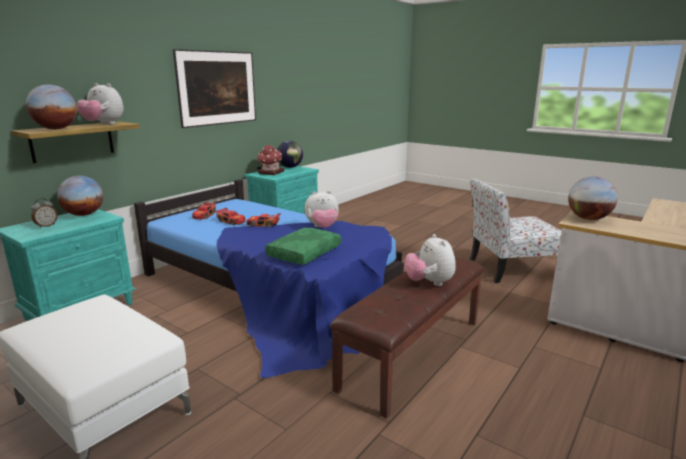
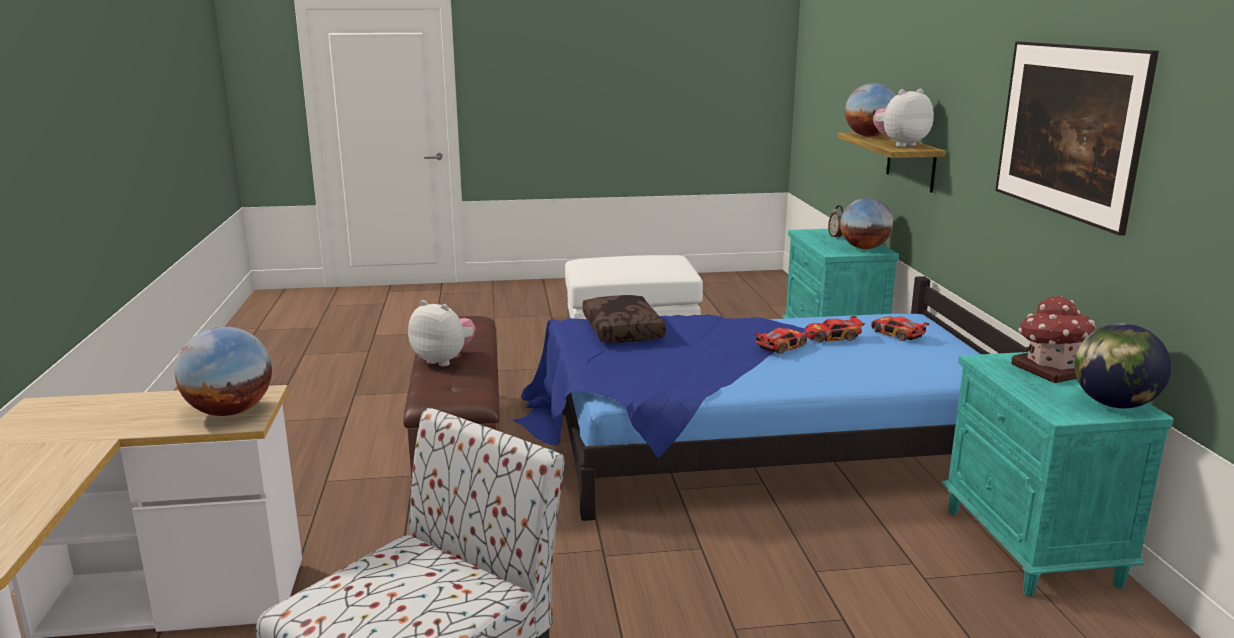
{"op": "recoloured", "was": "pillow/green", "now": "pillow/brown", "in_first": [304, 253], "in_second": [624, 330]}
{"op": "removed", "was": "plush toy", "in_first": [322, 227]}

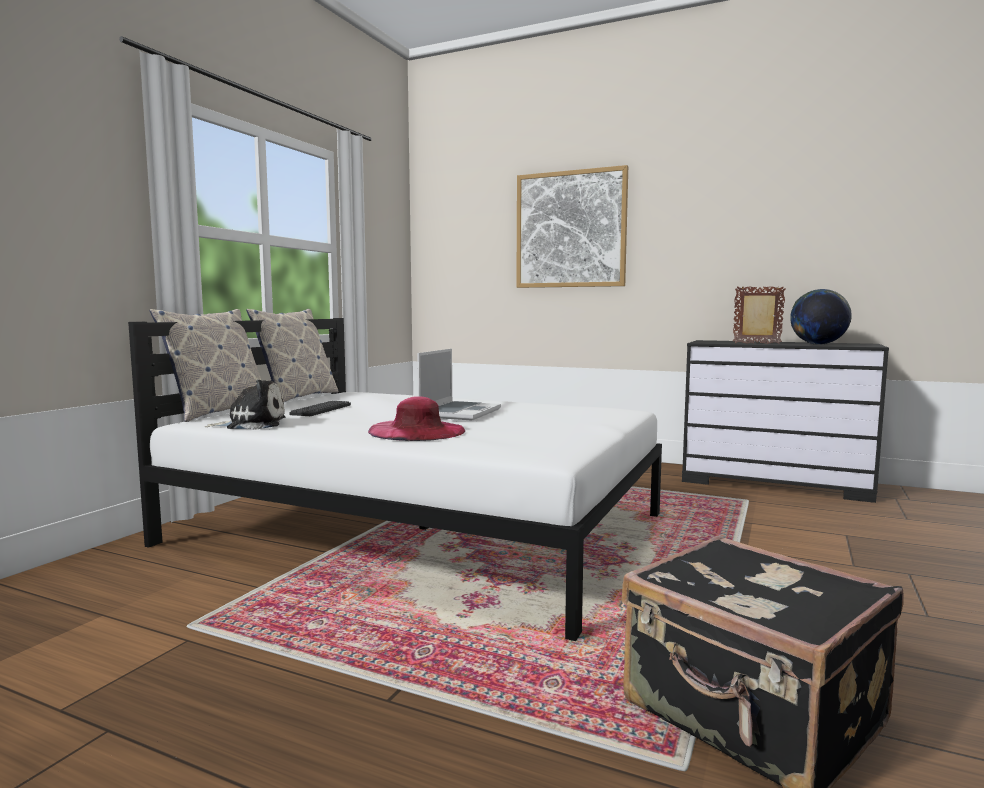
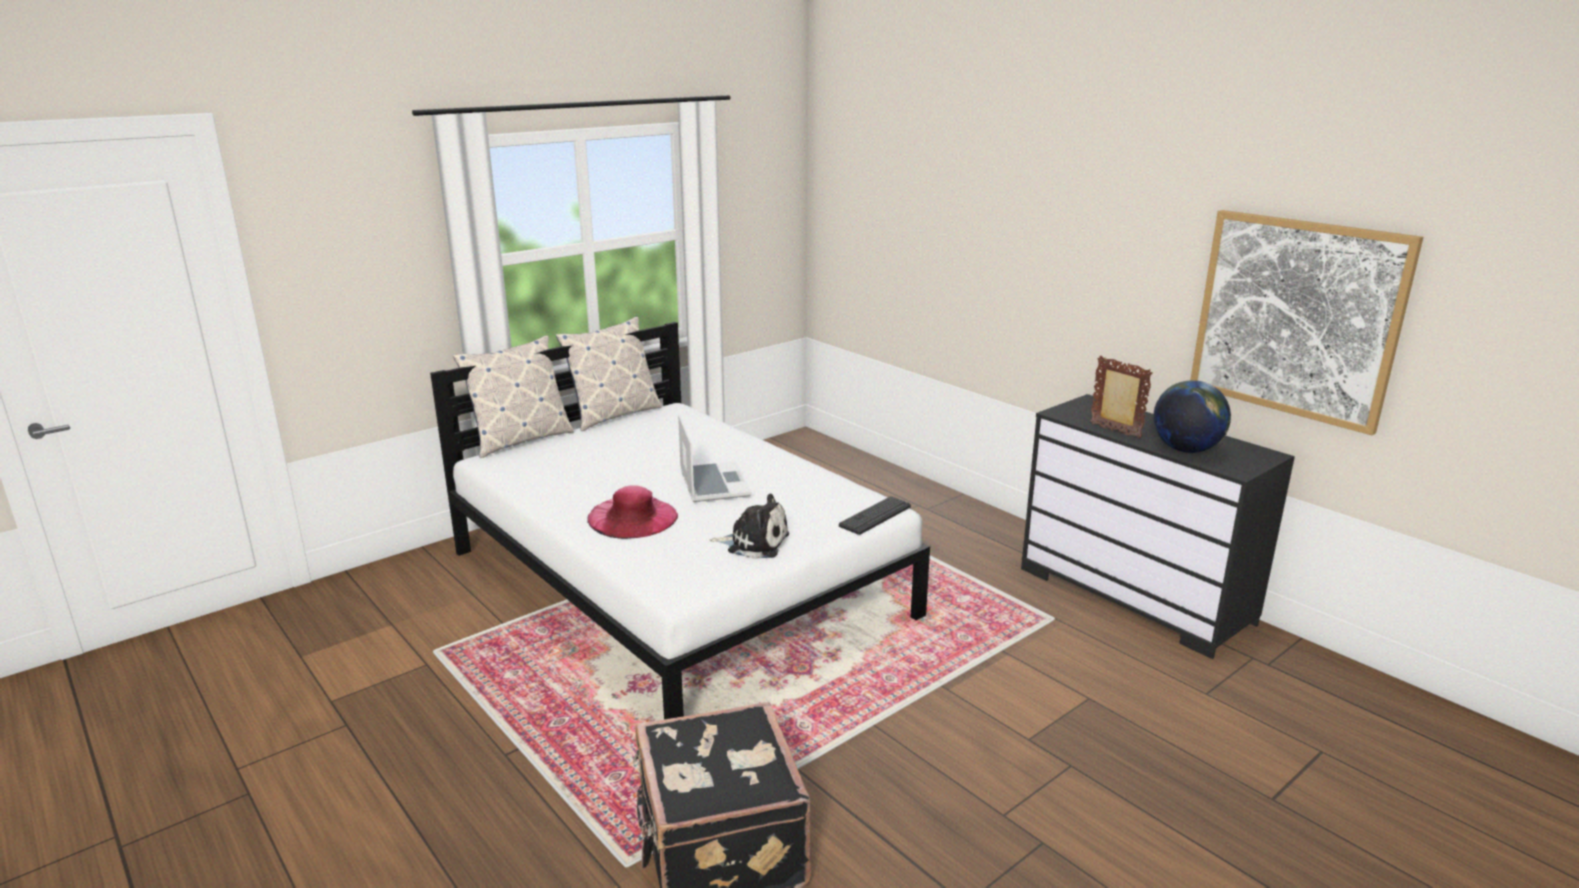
{"op": "moved", "was": "plush toy", "in_first": [252, 424], "in_second": [754, 543]}
{"op": "moved", "was": "keyboard", "in_first": [321, 410], "in_second": [875, 516]}
{"op": "turned", "was": "laptop", "in_first": [459, 413], "in_second": [713, 483], "clockwise": -60}
{"op": "moved", "was": "picture", "in_first": [570, 229], "in_second": [1296, 318]}

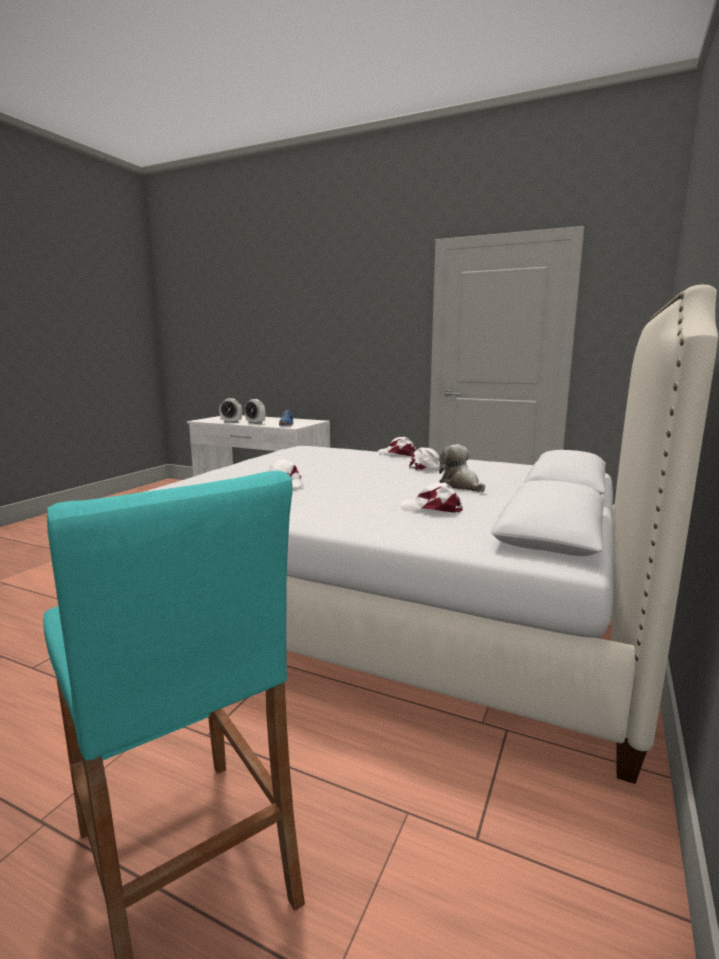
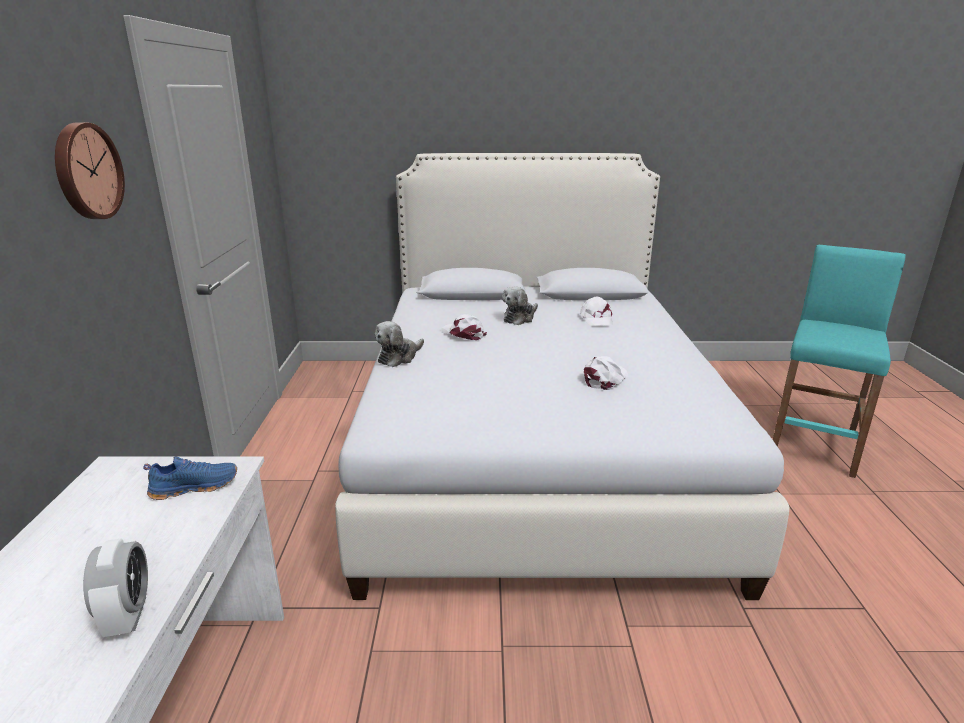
{"op": "removed", "was": "alarm clock", "in_first": [255, 423]}
{"op": "replaced", "was": "cap/white", "now": "plush toy", "in_first": [397, 454], "in_second": [399, 357]}
{"op": "added", "now": "wall clock", "in_second": [86, 171]}

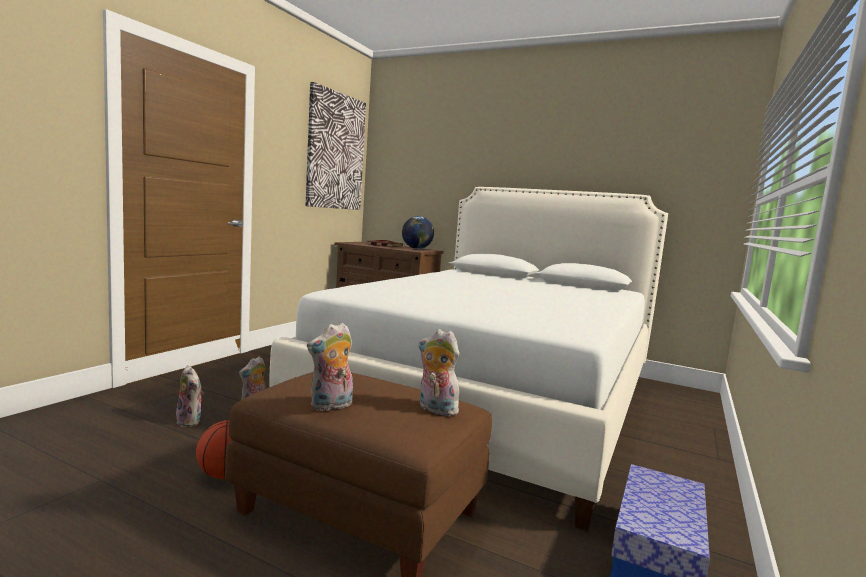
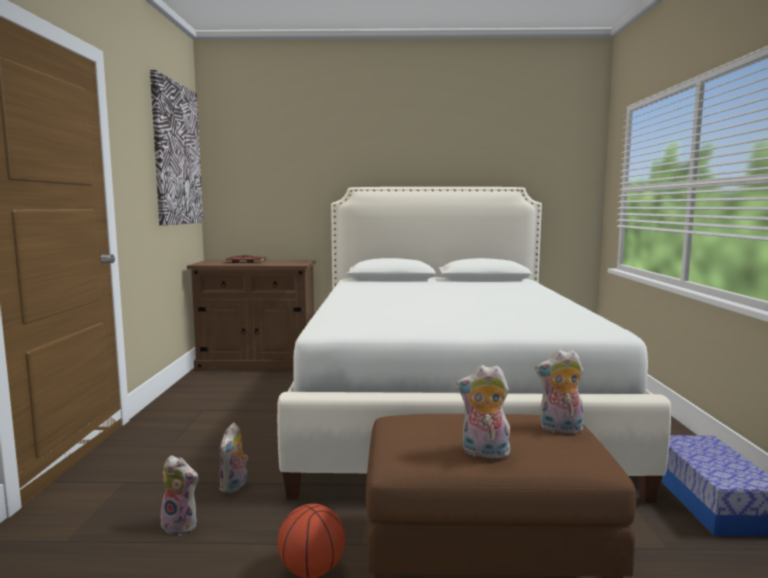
{"op": "turned", "was": "plush toy", "in_first": [331, 406], "in_second": [484, 453], "clockwise": 75}
{"op": "removed", "was": "globe", "in_first": [416, 248]}

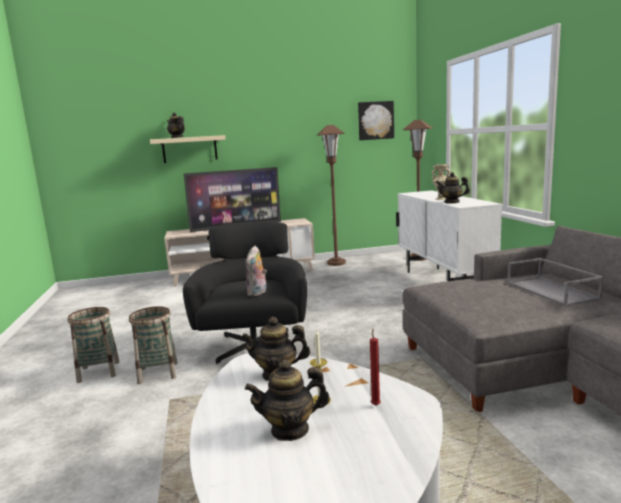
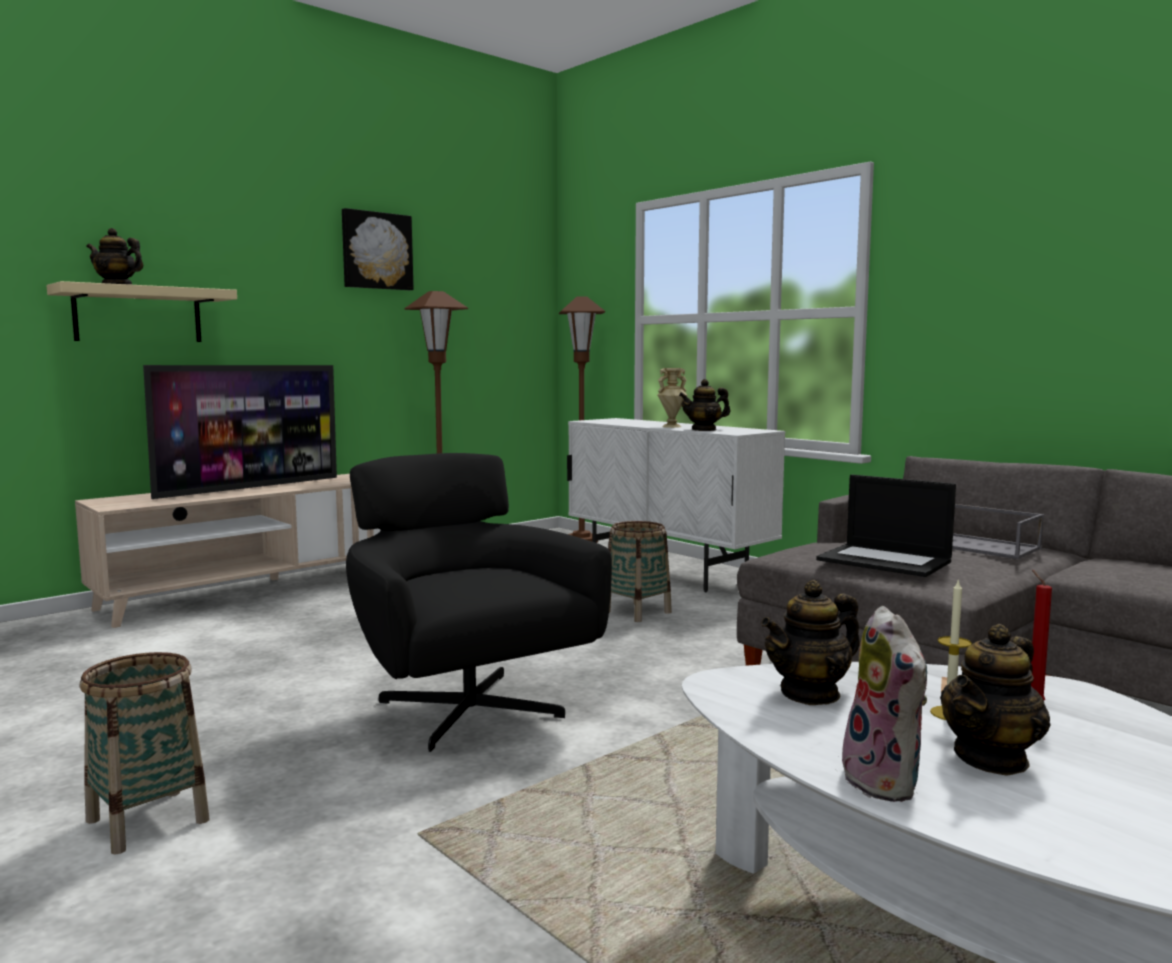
{"op": "moved", "was": "basket", "in_first": [158, 373], "in_second": [637, 612]}
{"op": "moved", "was": "plush toy", "in_first": [258, 293], "in_second": [887, 782]}
{"op": "moved", "was": "picture", "in_first": [375, 120], "in_second": [376, 251]}
{"op": "added", "now": "laptop", "in_second": [886, 561]}

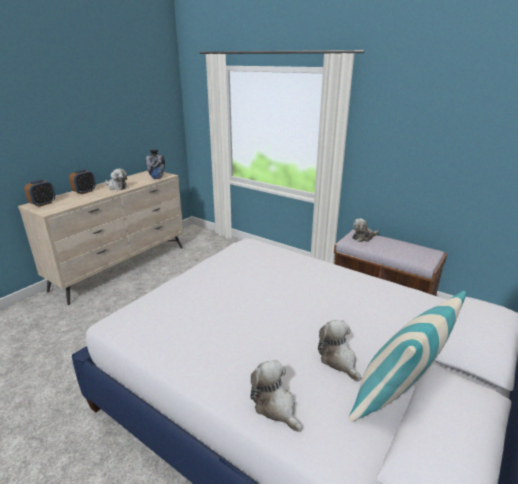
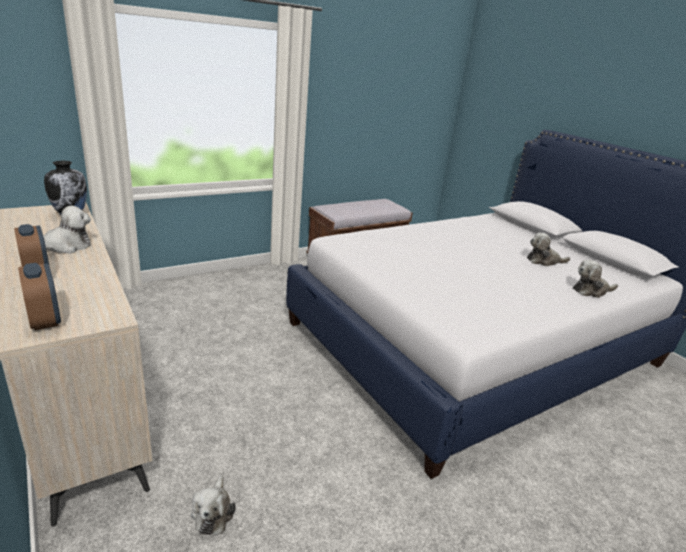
{"op": "removed", "was": "pillow", "in_first": [396, 396]}
{"op": "moved", "was": "plush toy", "in_first": [363, 237], "in_second": [213, 512]}

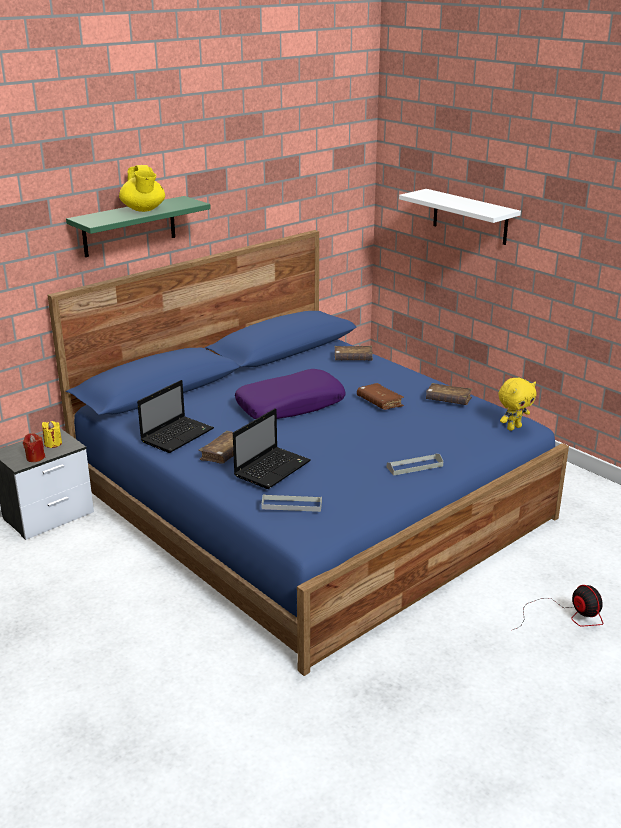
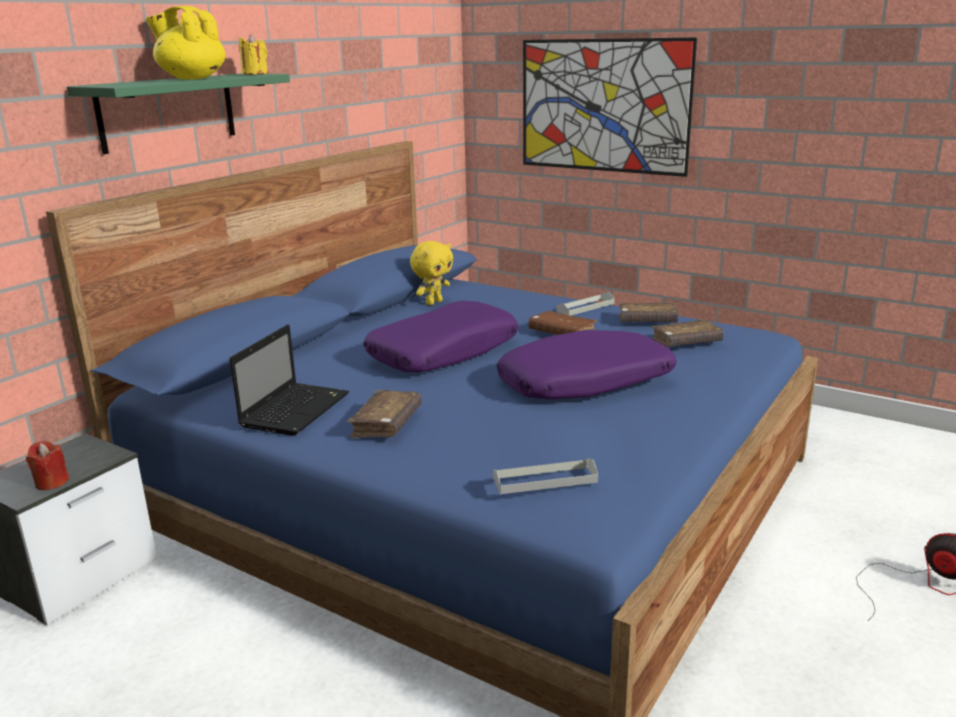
{"op": "moved", "was": "candle/yellow", "in_first": [53, 443], "in_second": [255, 74]}
{"op": "turned", "was": "teapot/yellow", "in_first": [143, 210], "in_second": [191, 78], "clockwise": 150}
{"op": "removed", "was": "laptop", "in_first": [273, 468]}
{"op": "moved", "was": "book/brown", "in_first": [353, 359], "in_second": [686, 343]}
{"op": "moved", "was": "tray/grey", "in_first": [414, 466], "in_second": [585, 307]}
{"op": "replaced", "was": "shelf/white", "now": "picture", "in_first": [470, 217], "in_second": [603, 106]}
{"op": "moved", "was": "plush toy/yellow", "in_first": [513, 427], "in_second": [433, 302]}
{"op": "added", "now": "pillow/purple", "in_second": [585, 384]}

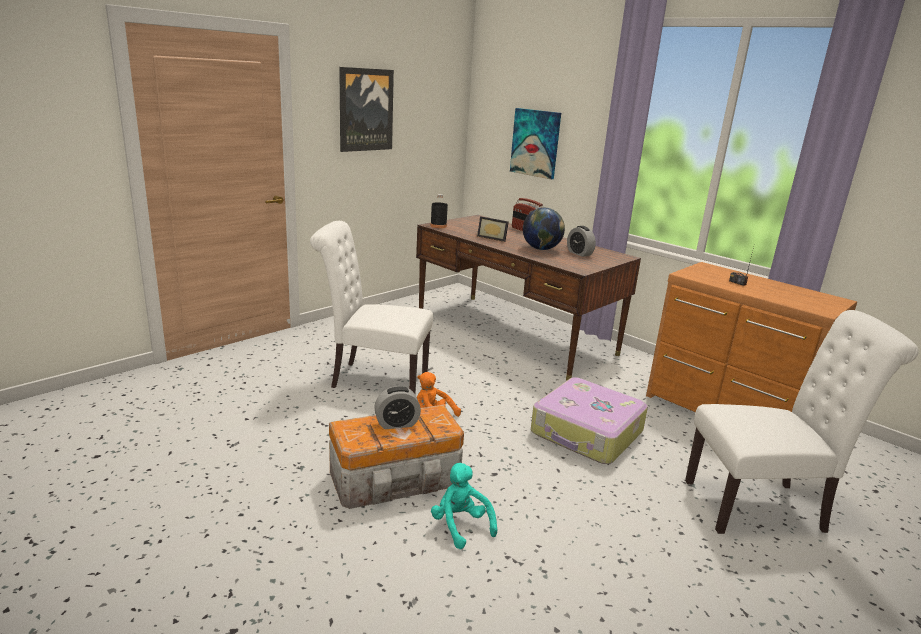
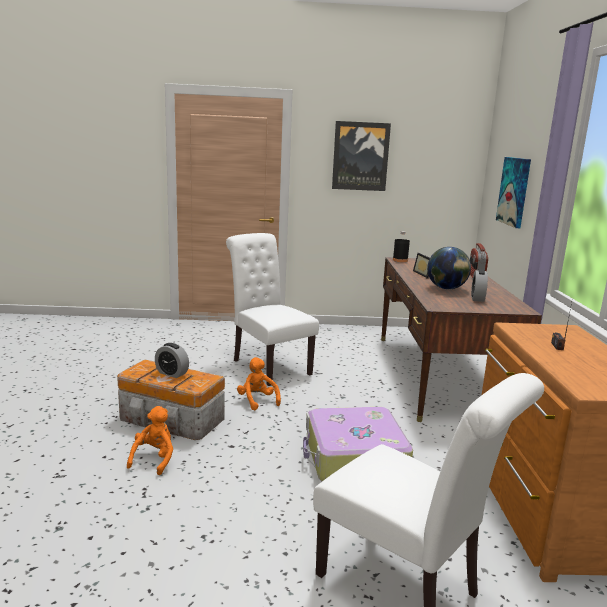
{"op": "recoloured", "was": "plush toy/turquoise", "now": "plush toy/orange", "in_first": [460, 525], "in_second": [154, 459]}

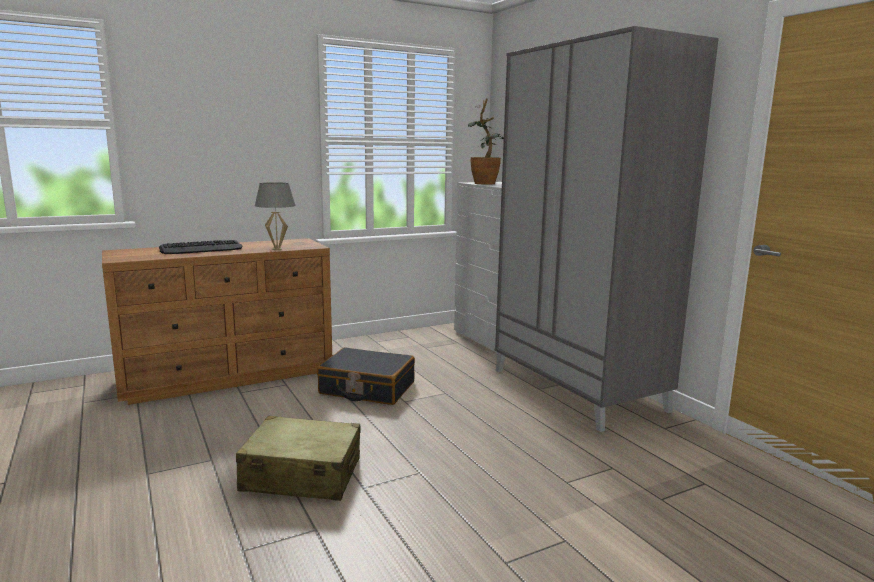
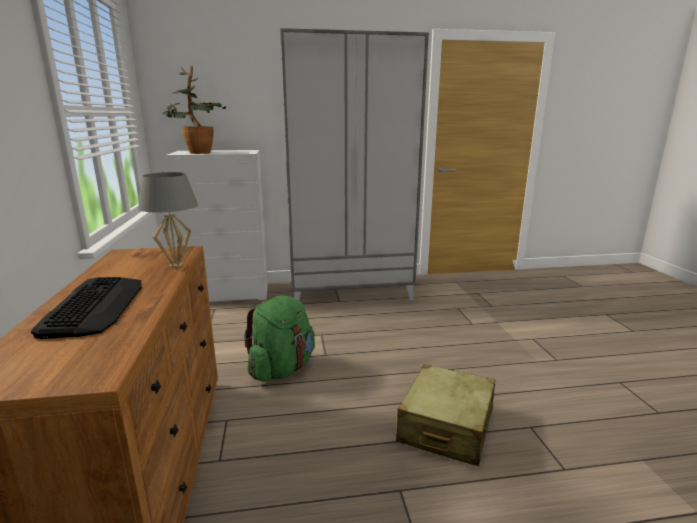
{"op": "replaced", "was": "suitcase/black", "now": "backpack/green", "in_first": [367, 388], "in_second": [282, 369]}

